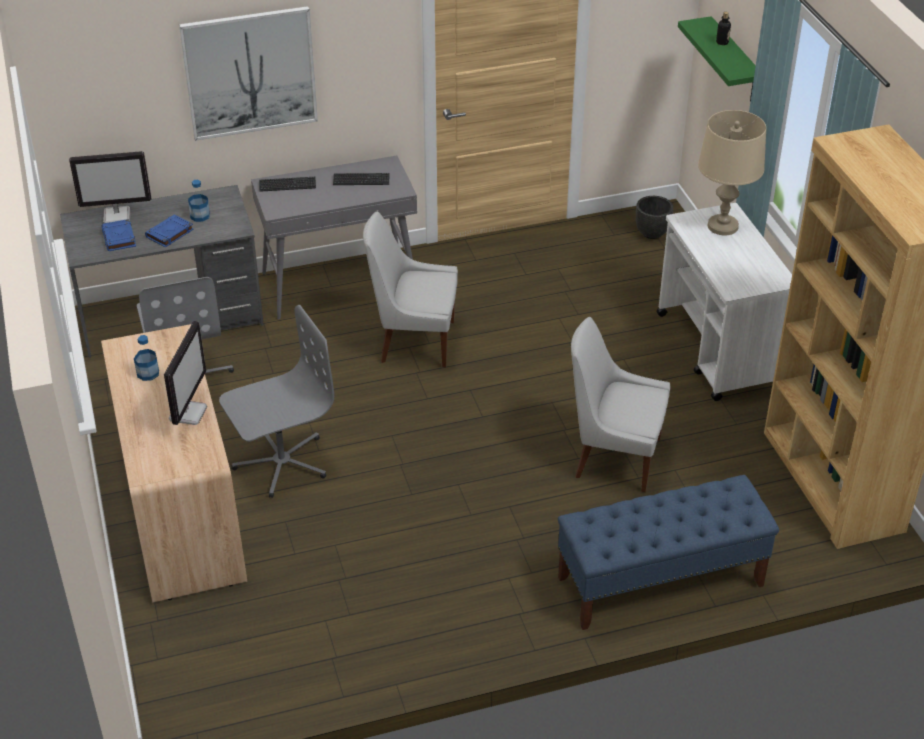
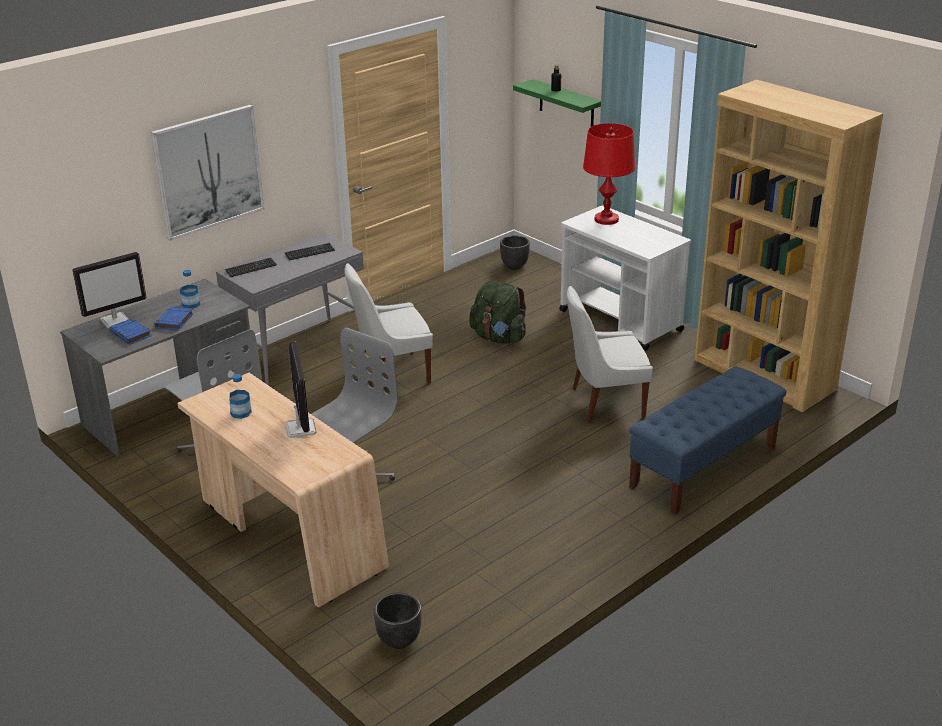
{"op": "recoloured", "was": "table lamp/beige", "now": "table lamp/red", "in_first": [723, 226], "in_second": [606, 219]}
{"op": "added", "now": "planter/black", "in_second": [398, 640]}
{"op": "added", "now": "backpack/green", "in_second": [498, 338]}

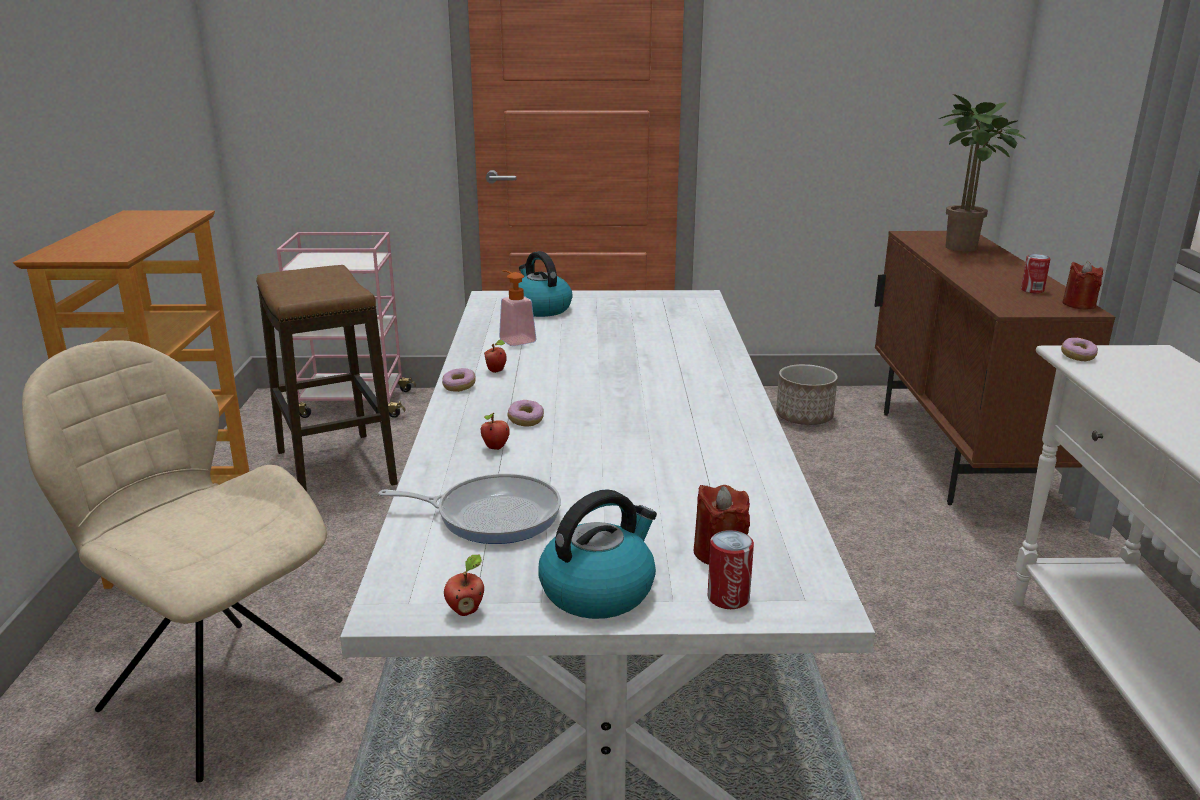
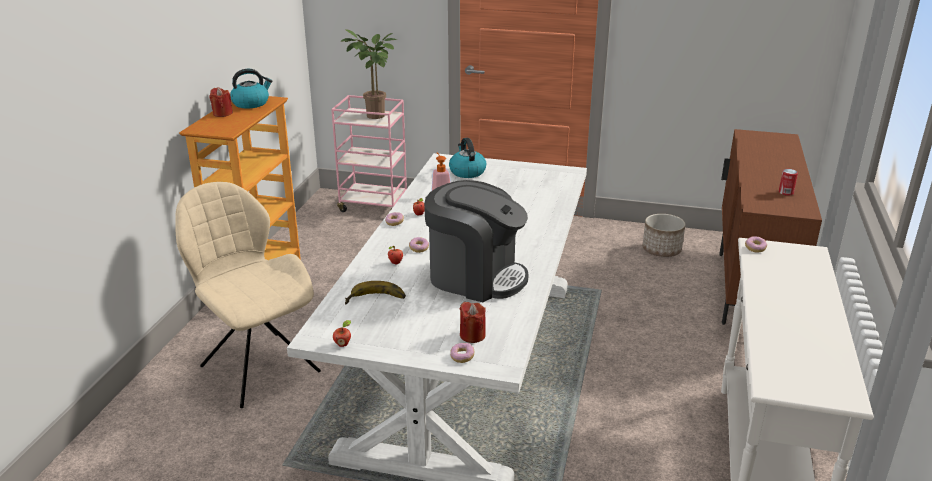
{"op": "removed", "was": "stool", "in_first": [335, 468]}
{"op": "replaced", "was": "frying pan", "now": "banana", "in_first": [492, 515], "in_second": [376, 300]}
{"op": "moved", "was": "kettle", "in_first": [598, 590], "in_second": [251, 103]}
{"op": "replaced", "was": "can", "now": "donut", "in_first": [728, 598], "in_second": [462, 357]}
{"op": "moved", "was": "potted plant", "in_first": [963, 249], "in_second": [374, 117]}
{"op": "moved", "was": "candle/red", "in_first": [1079, 304], "in_second": [222, 114]}
{"op": "added", "now": "coffee machine", "in_second": [475, 277]}

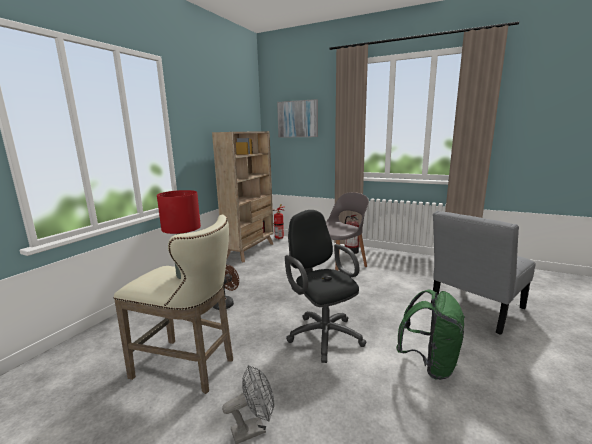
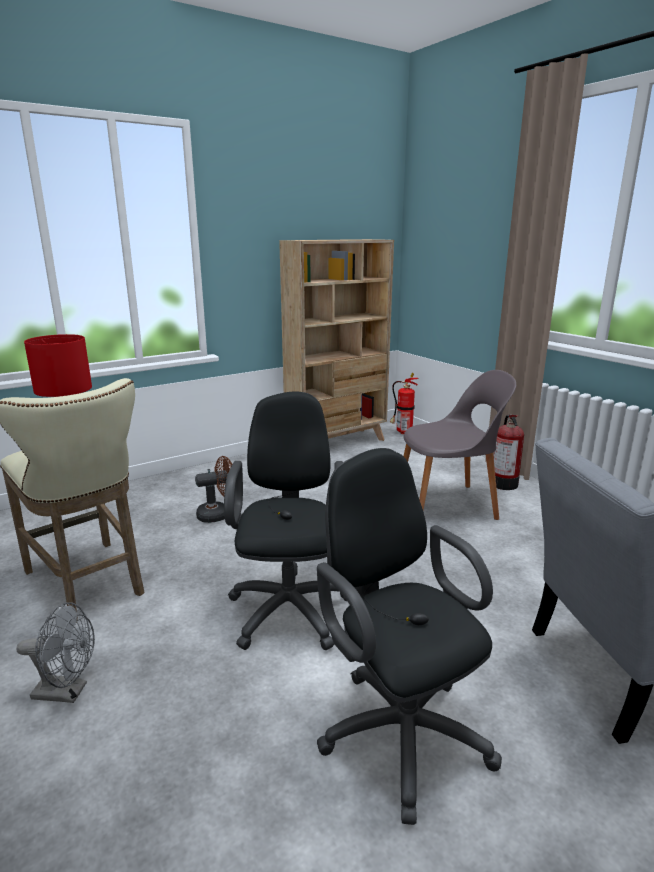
{"op": "removed", "was": "picture", "in_first": [298, 119]}
{"op": "replaced", "was": "backpack/green", "now": "office chair/black", "in_first": [429, 364], "in_second": [398, 728]}

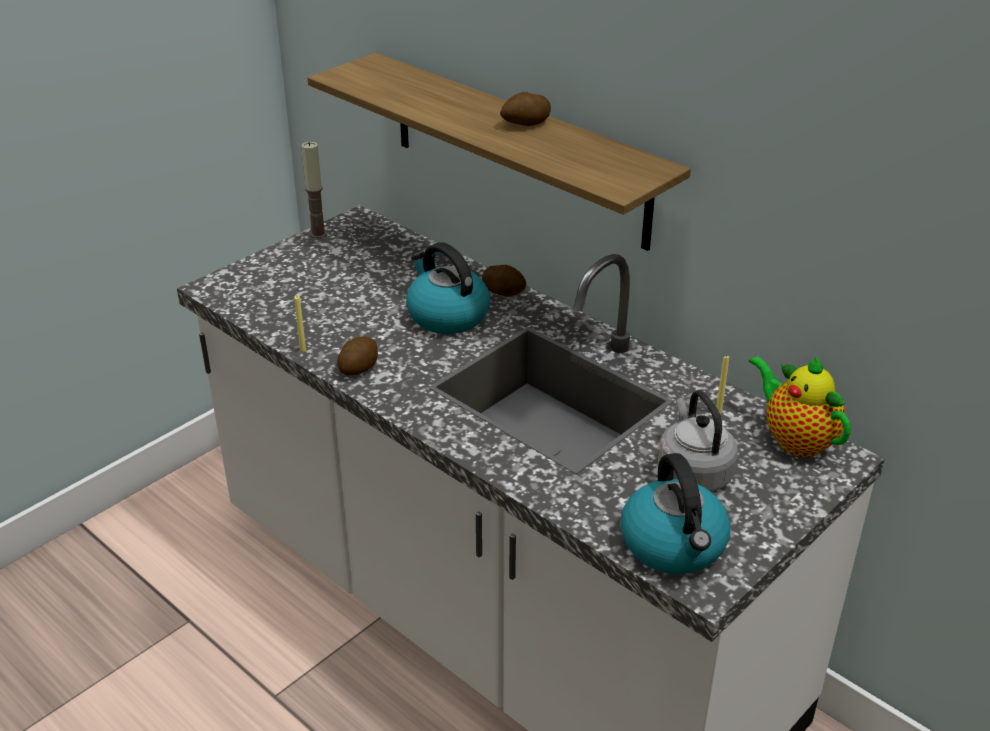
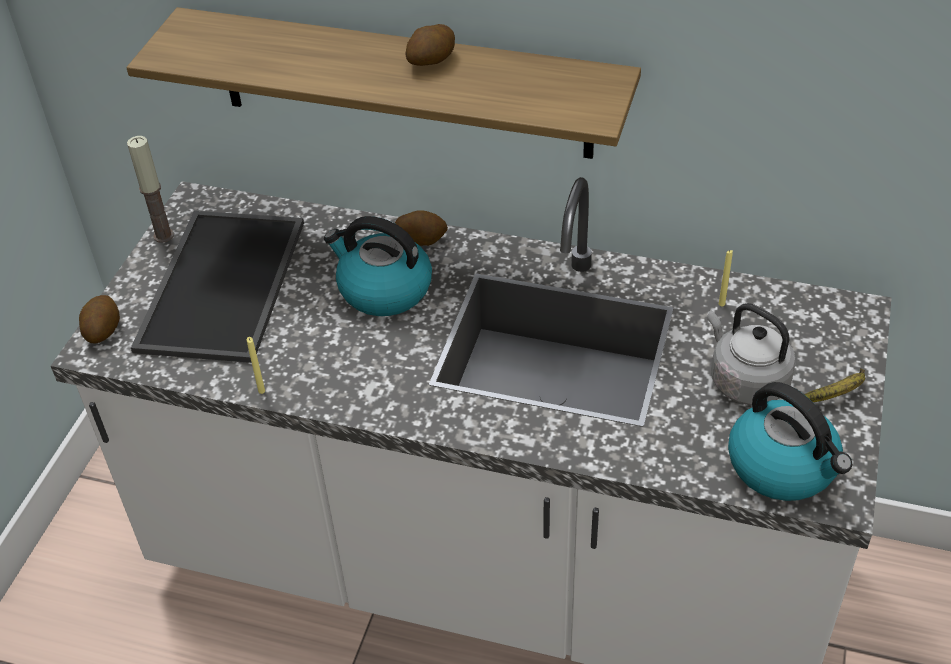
{"op": "moved", "was": "potato", "in_first": [358, 367], "in_second": [102, 330]}
{"op": "removed", "was": "teapot", "in_first": [795, 439]}
{"op": "added", "now": "tray", "in_second": [225, 286]}
{"op": "added", "now": "banana", "in_second": [838, 394]}

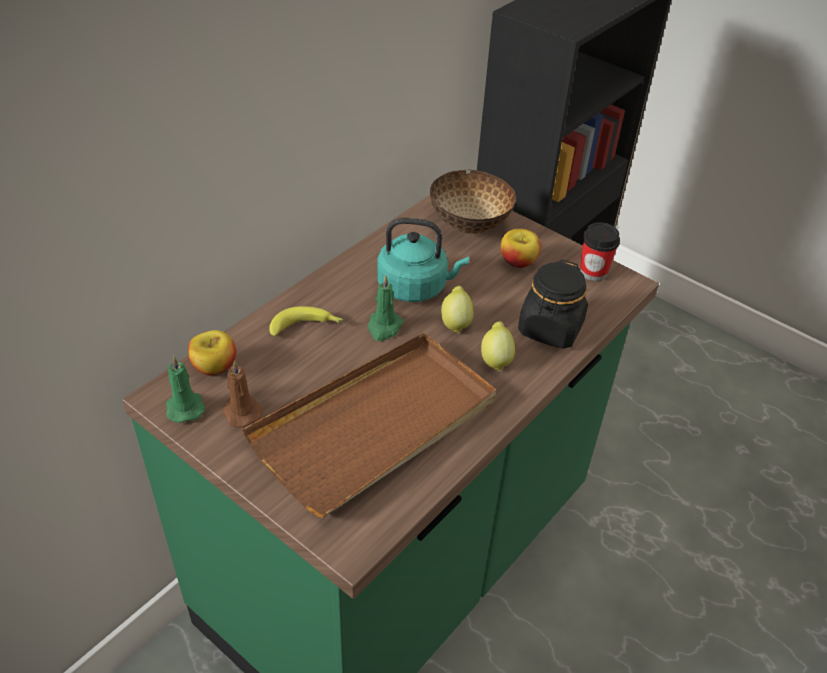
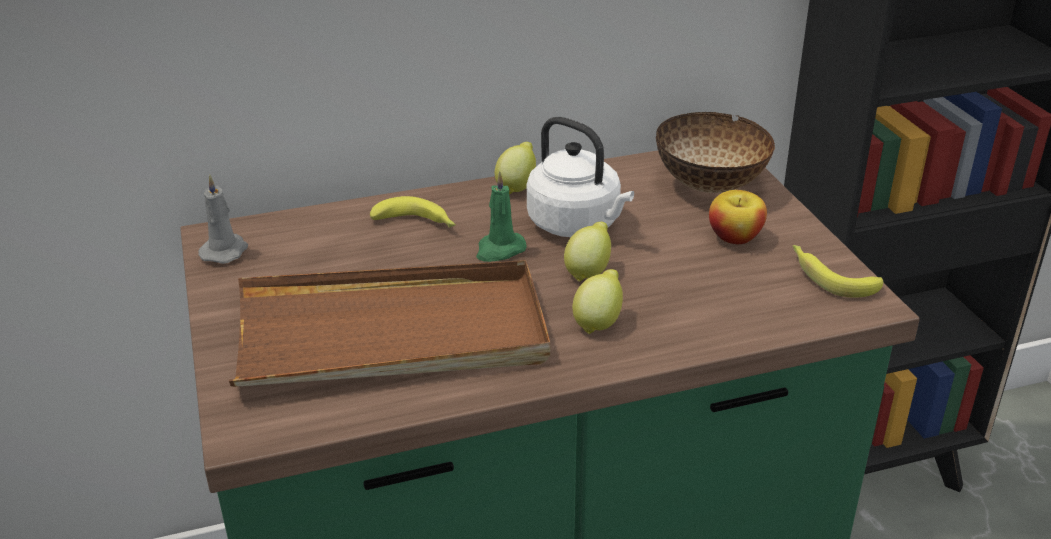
{"op": "recoloured", "was": "candle/green", "now": "candle/grey", "in_first": [185, 406], "in_second": [225, 251]}
{"op": "removed", "was": "apple", "in_first": [214, 367]}
{"op": "removed", "was": "candle/brown", "in_first": [241, 411]}
{"op": "recoloured", "was": "kettle/turquoise", "now": "kettle/white", "in_first": [416, 287], "in_second": [577, 225]}
{"op": "removed", "was": "jar/black", "in_first": [550, 329]}
{"op": "replaced", "was": "cup", "now": "banana", "in_first": [593, 272], "in_second": [829, 277]}
{"op": "added", "now": "lemon", "in_second": [517, 187]}

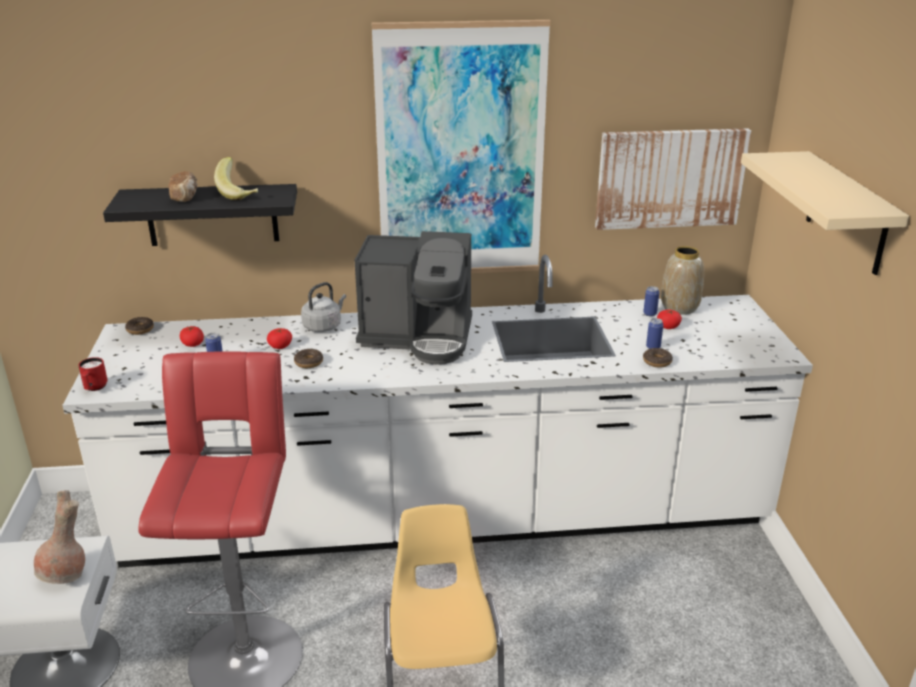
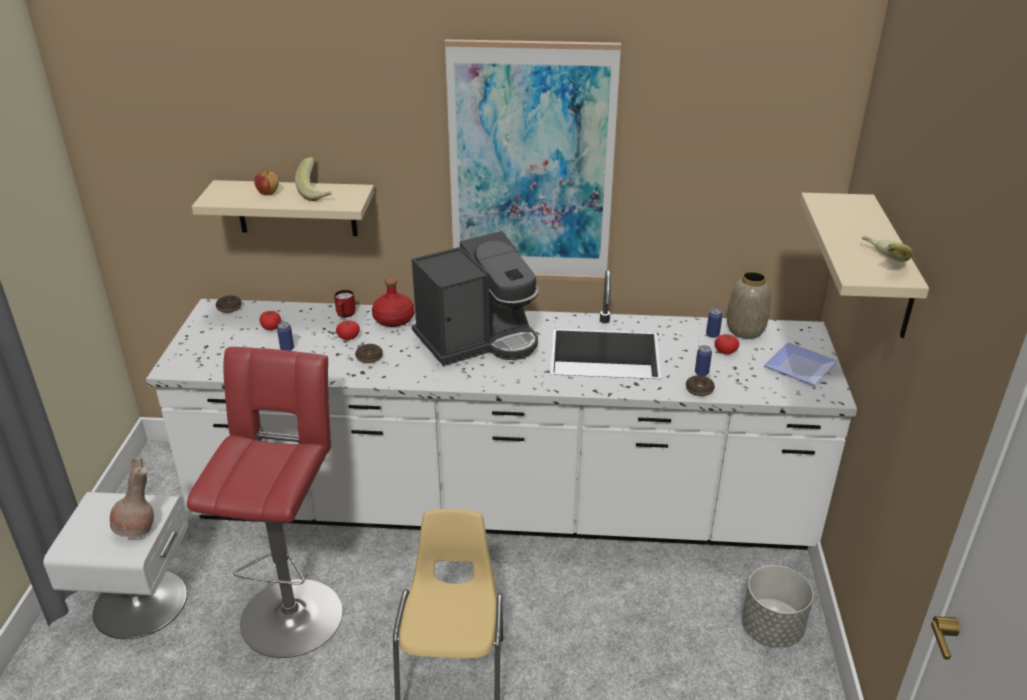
{"op": "moved", "was": "mug/red", "in_first": [94, 388], "in_second": [345, 315]}
{"op": "recoloured", "was": "shelf/black", "now": "shelf/beige", "in_first": [212, 215], "in_second": [296, 208]}
{"op": "replaced", "was": "bread", "now": "apple", "in_first": [185, 196], "in_second": [268, 193]}
{"op": "replaced", "was": "kettle/grey", "now": "bottle/red", "in_first": [324, 326], "in_second": [394, 319]}
{"op": "turned", "was": "coffee machine", "in_first": [419, 337], "in_second": [478, 340], "clockwise": -45}
{"op": "removed", "was": "picture", "in_first": [670, 178]}
{"op": "added", "now": "planter/grey", "in_second": [771, 629]}
{"op": "added", "now": "plate", "in_second": [803, 366]}
{"op": "added", "now": "banana", "in_second": [879, 262]}

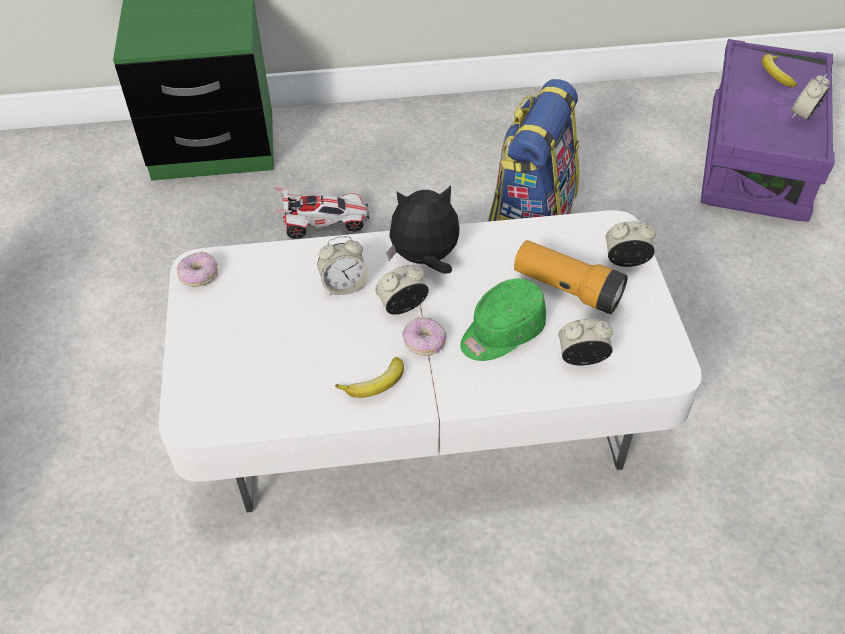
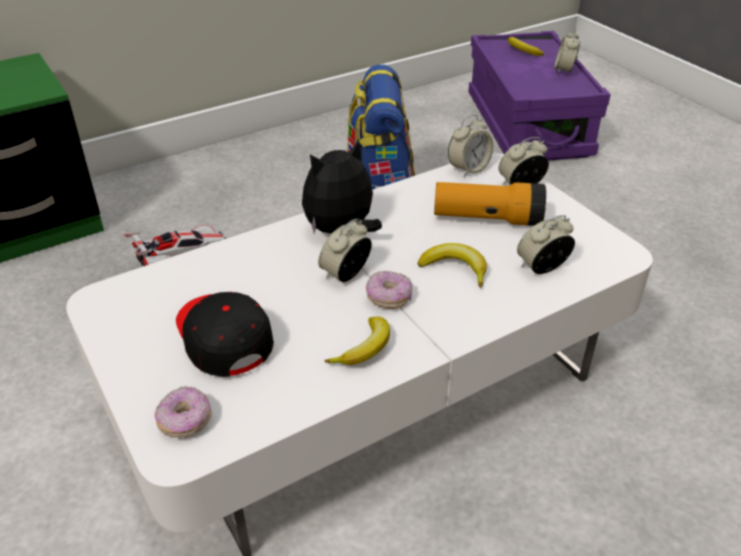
{"op": "moved", "was": "donut", "in_first": [199, 276], "in_second": [185, 421]}
{"op": "moved", "was": "alarm clock", "in_first": [344, 285], "in_second": [468, 169]}
{"op": "replaced", "was": "cap/green", "now": "banana", "in_first": [501, 333], "in_second": [455, 269]}
{"op": "added", "now": "cap/black", "in_second": [223, 338]}

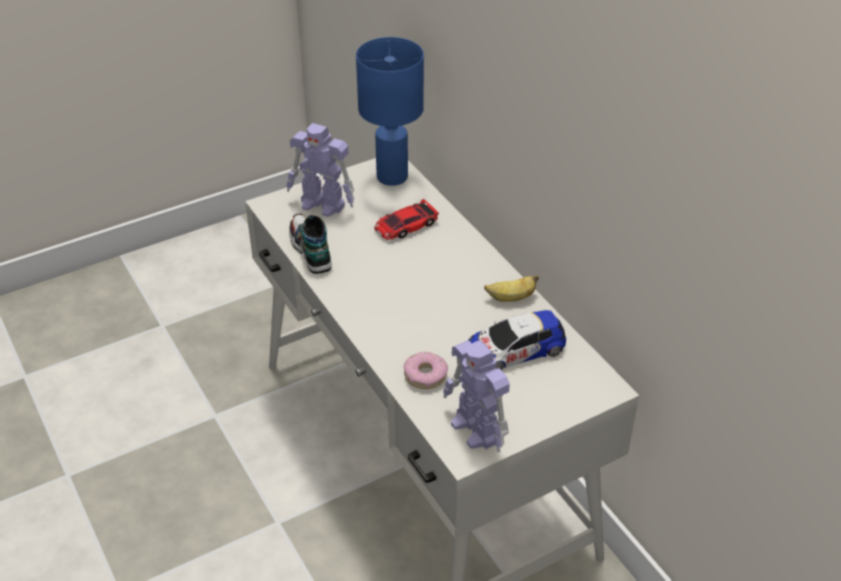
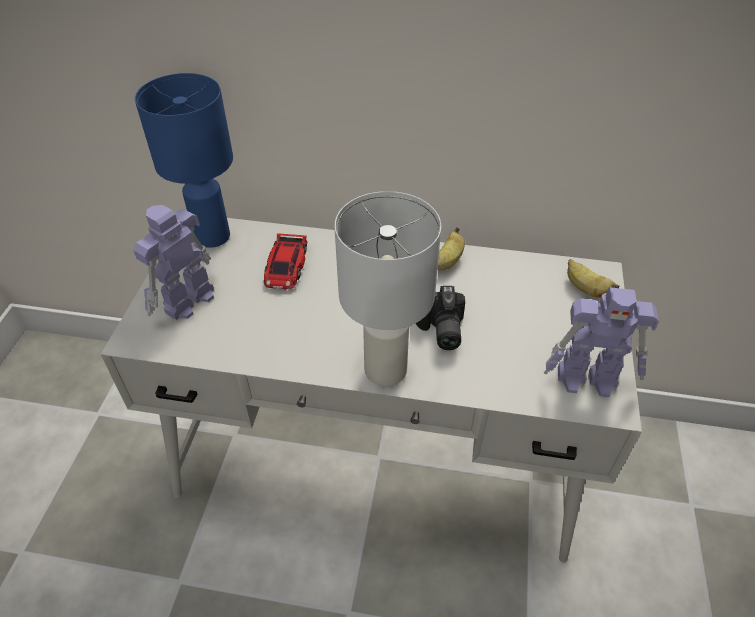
{"op": "turned", "was": "toy robot", "in_first": [323, 205], "in_second": [187, 301], "clockwise": 150}
{"op": "removed", "was": "shoe", "in_first": [310, 250]}
{"op": "removed", "was": "donut", "in_first": [425, 375]}
{"op": "removed", "was": "toy car", "in_first": [515, 349]}
{"op": "added", "now": "table lamp/white", "in_second": [384, 369]}
{"op": "added", "now": "photo camera", "in_second": [439, 330]}
{"op": "added", "now": "banana", "in_second": [585, 289]}

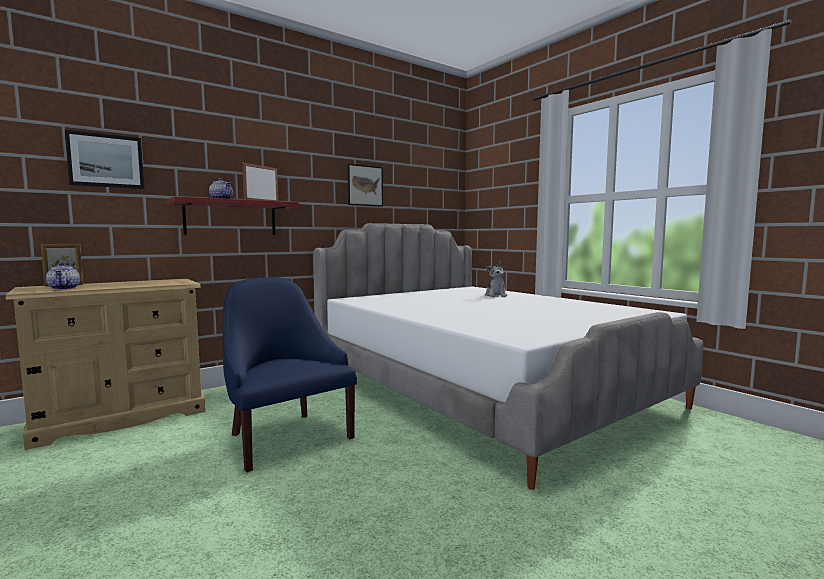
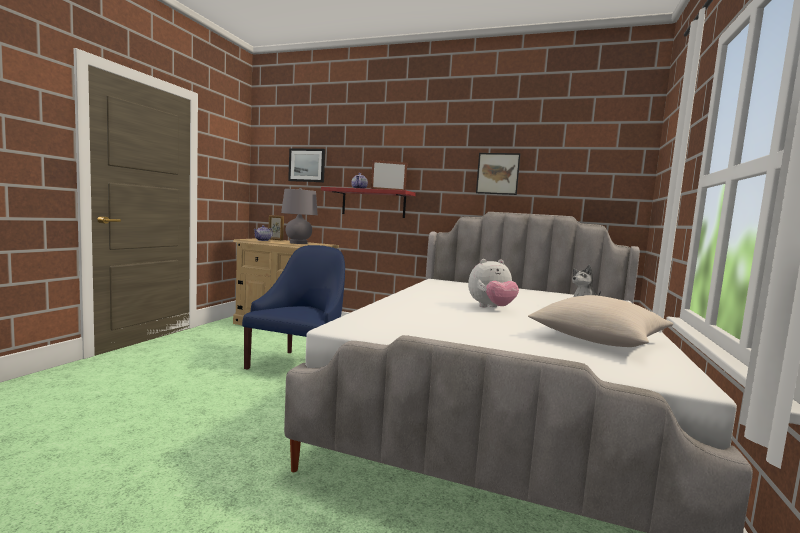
{"op": "added", "now": "table lamp/grey", "in_second": [298, 243]}
{"op": "added", "now": "plush toy", "in_second": [491, 308]}
{"op": "added", "now": "pillow/beige", "in_second": [598, 339]}

